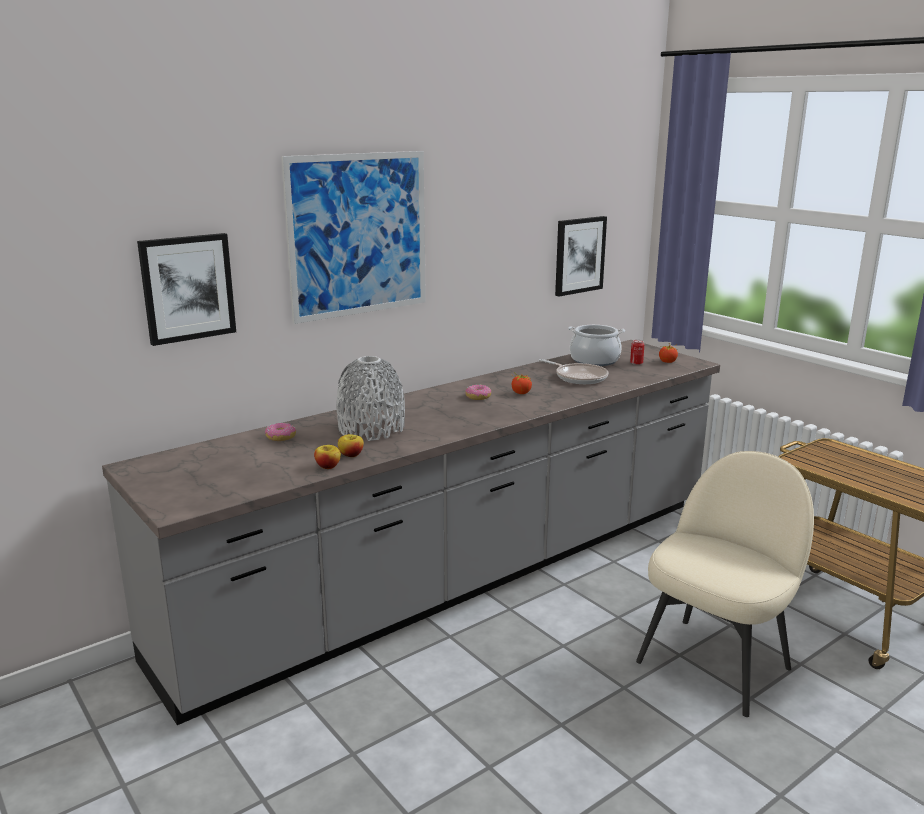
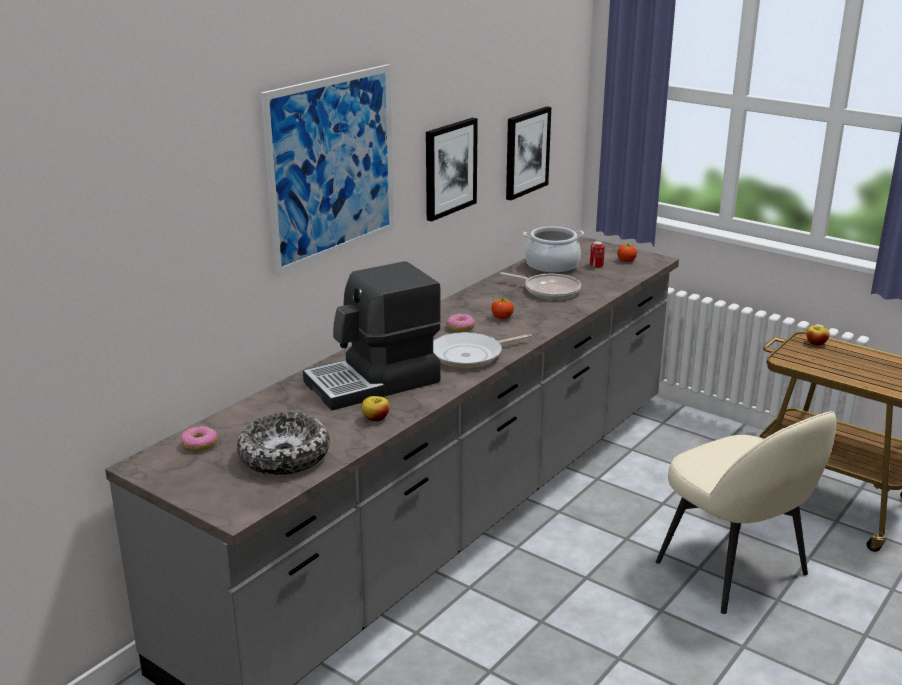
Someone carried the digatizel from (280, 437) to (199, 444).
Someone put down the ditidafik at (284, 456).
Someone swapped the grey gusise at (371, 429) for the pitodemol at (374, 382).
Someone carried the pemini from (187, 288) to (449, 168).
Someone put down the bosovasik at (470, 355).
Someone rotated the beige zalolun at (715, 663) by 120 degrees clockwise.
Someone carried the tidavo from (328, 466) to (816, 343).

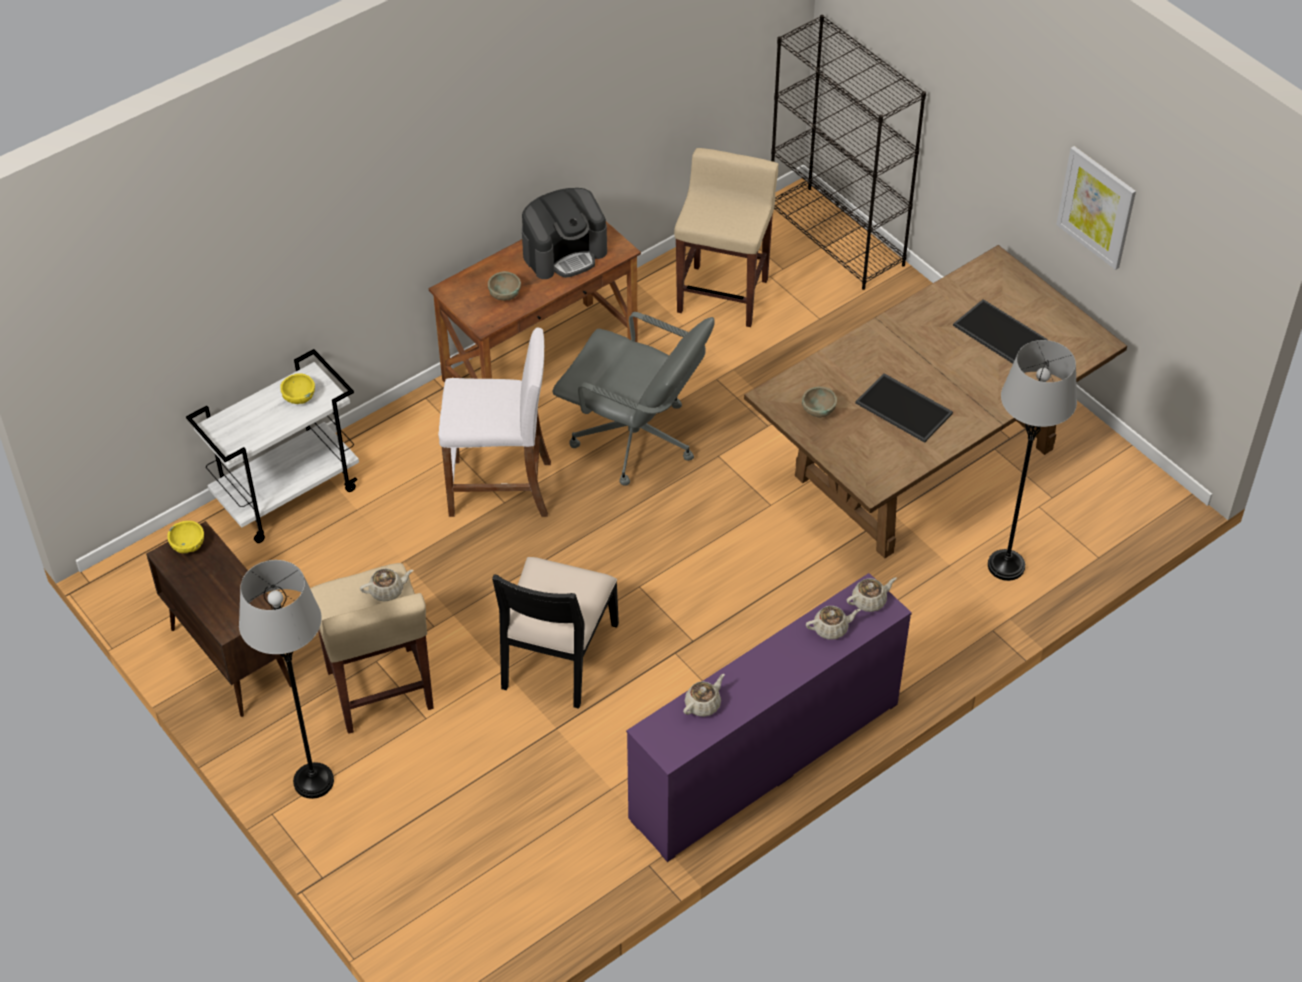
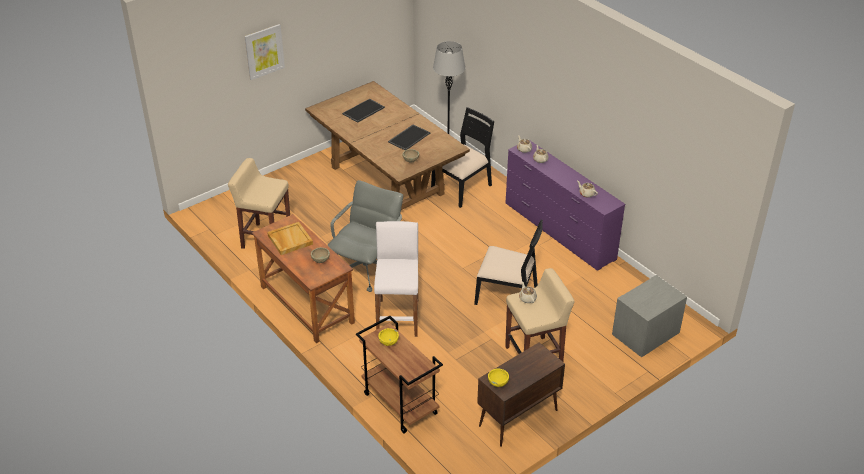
Someone carried the pemini from (1096, 207) to (264, 51).
Someone swapped the pitodemol at (564, 253) for the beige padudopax at (289, 240).
Someone repainted the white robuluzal at (288, 494), which became the brown robuluzal at (399, 404).
Someone put down the black zalolun at (462, 188).
Someone put down the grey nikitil at (645, 333).
Someone took away the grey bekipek at (314, 781).
Someone took away the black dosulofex at (837, 238).

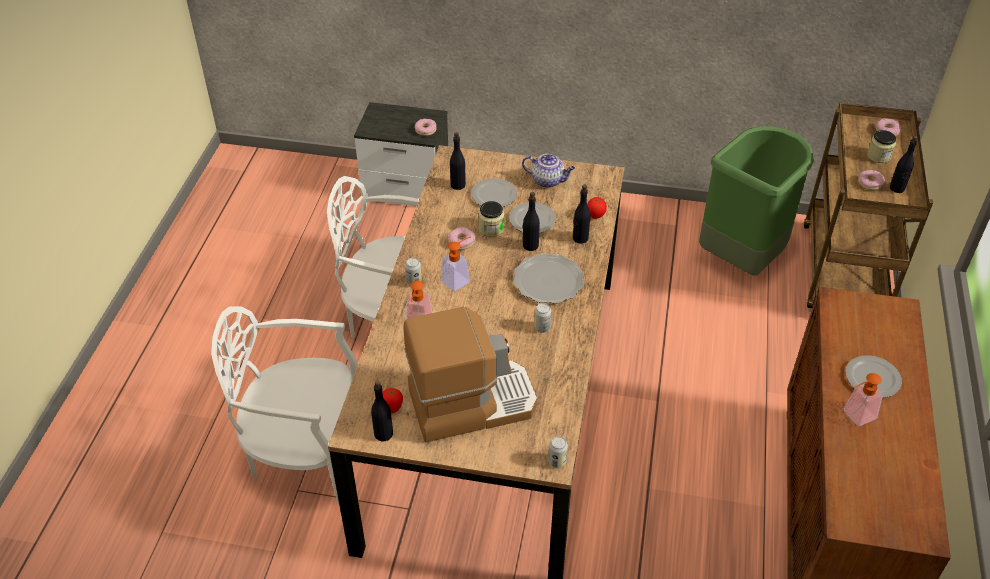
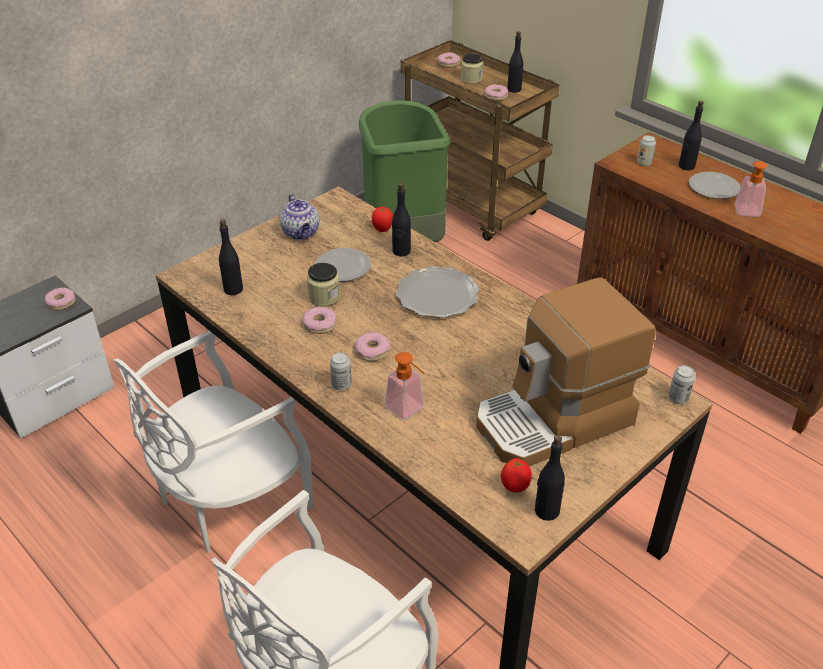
Someone rotated the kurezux at (548, 181) by 105 degrees clockwise.
Someone swapped the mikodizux at (459, 279) for the digatizel at (372, 351).
Someone rotated the pitodemol at (471, 402) by 135 degrees counterclockwise.
Someone carried the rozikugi from (542, 328) to (644, 163).
Someone carried the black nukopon from (530, 245) to (686, 166).
Someone took away the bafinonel at (494, 195).

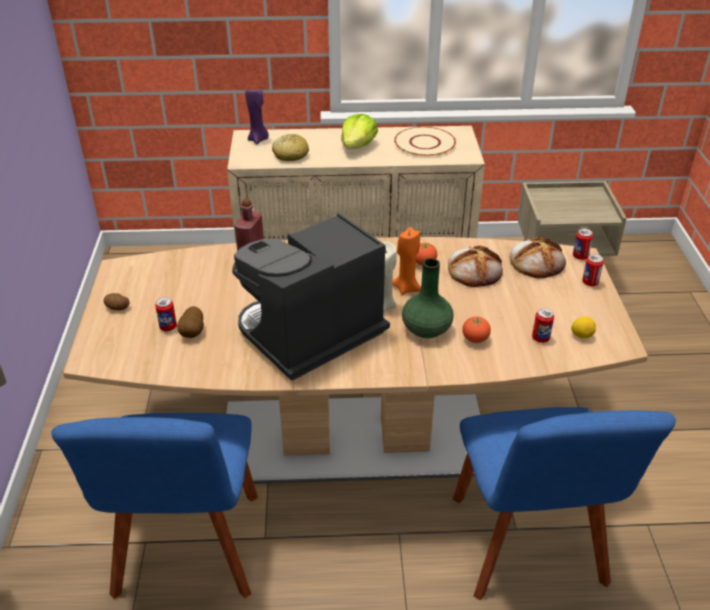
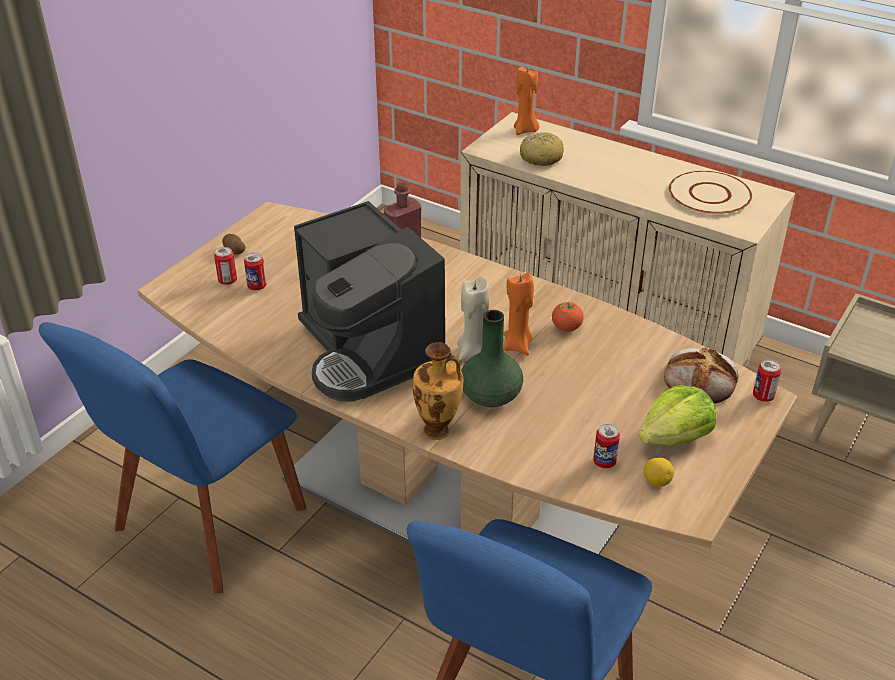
Someone carried the rozikugi from (590, 282) to (227, 281).
Someone rotated the pitodemol at (310, 336) by 120 degrees counterclockwise.
Someone put down the gusise at (438, 431).
Someone repainted the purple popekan at (258, 140), which became the orange popekan at (525, 130).
Someone carried the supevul from (358, 146) to (675, 436).
Someone took away the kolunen at (193, 333).
Someone took away the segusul at (475, 270).
Someone took away the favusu at (475, 339).

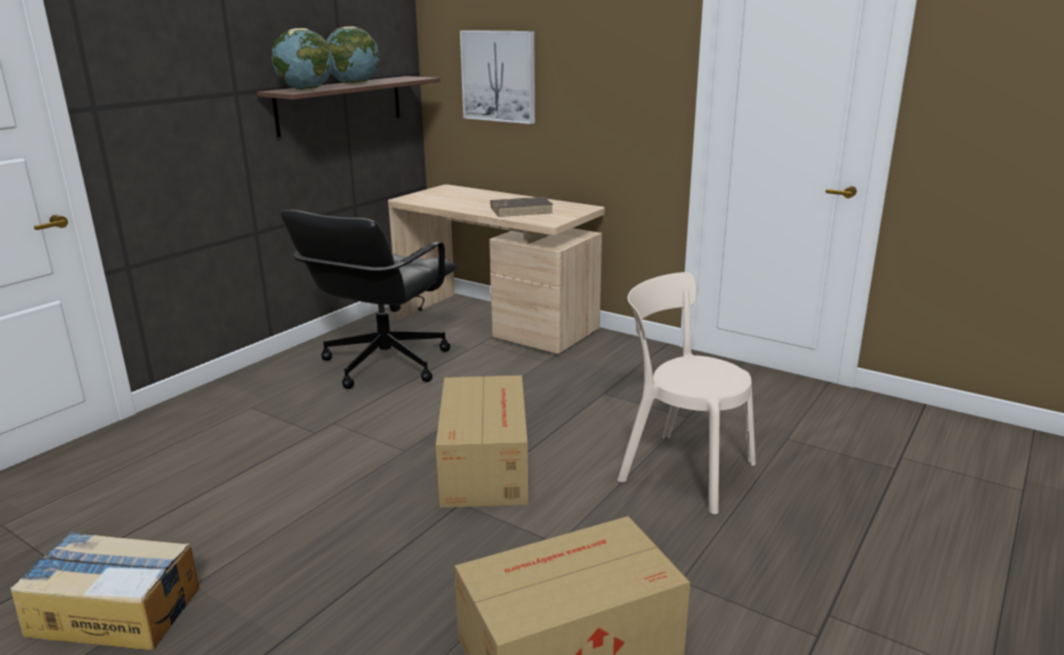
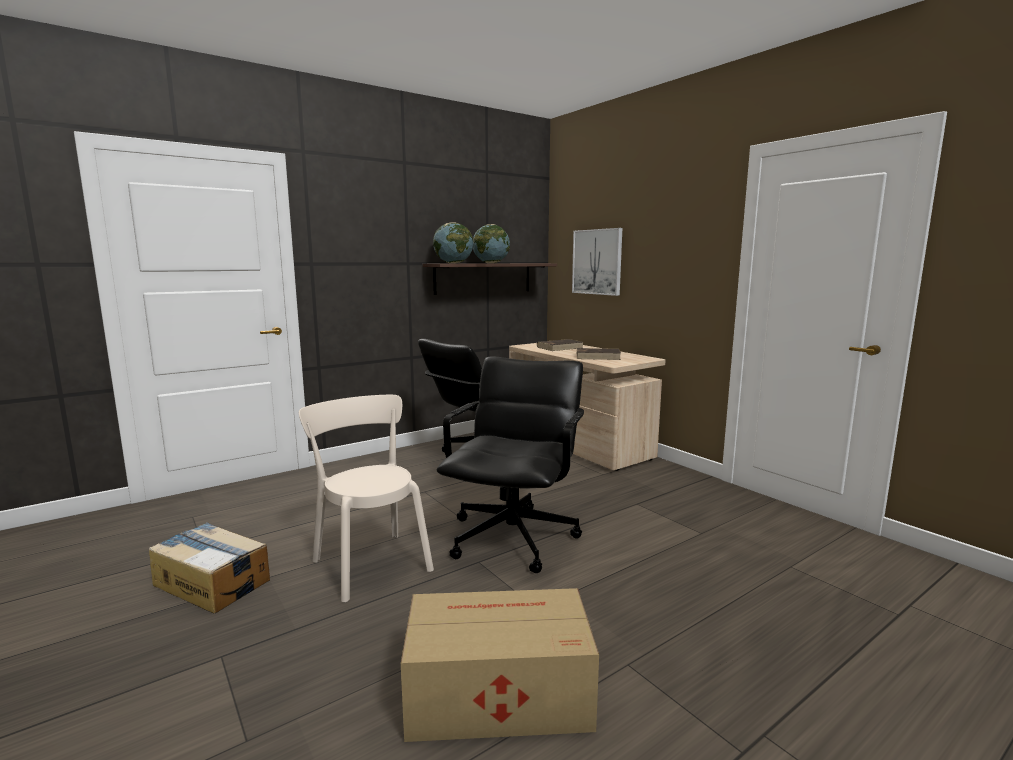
Someone carried the beige zalolun from (680, 469) to (370, 562).
Someone swapped the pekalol at (485, 463) for the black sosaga at (514, 537).
Someone put down the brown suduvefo at (560, 347).

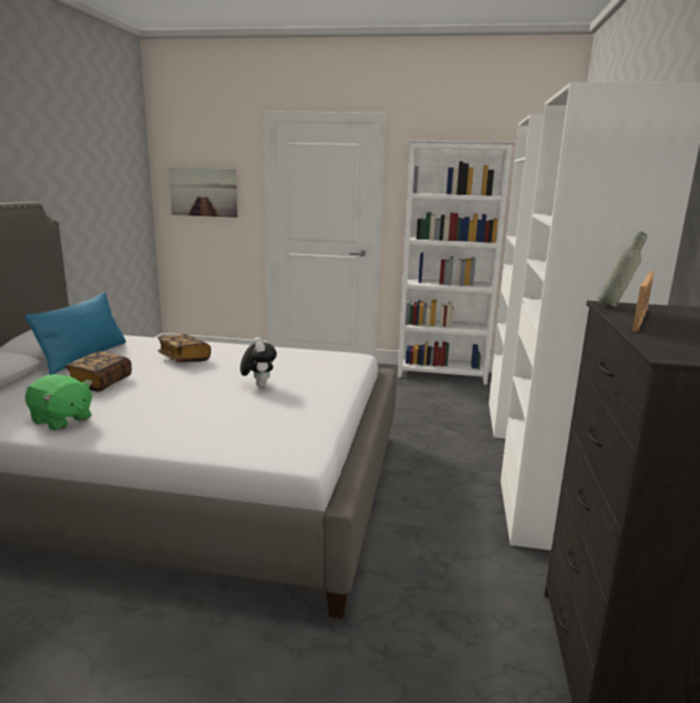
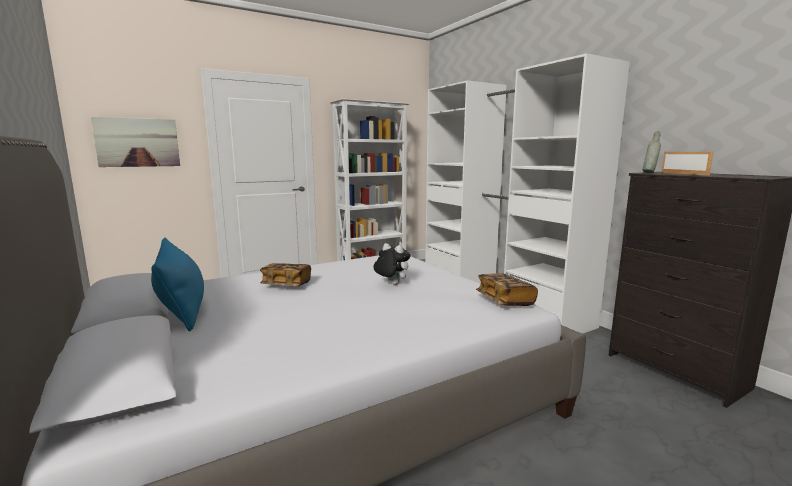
Someone carried the suduvefo from (100, 382) to (505, 301).
Someone took away the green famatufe at (61, 420).

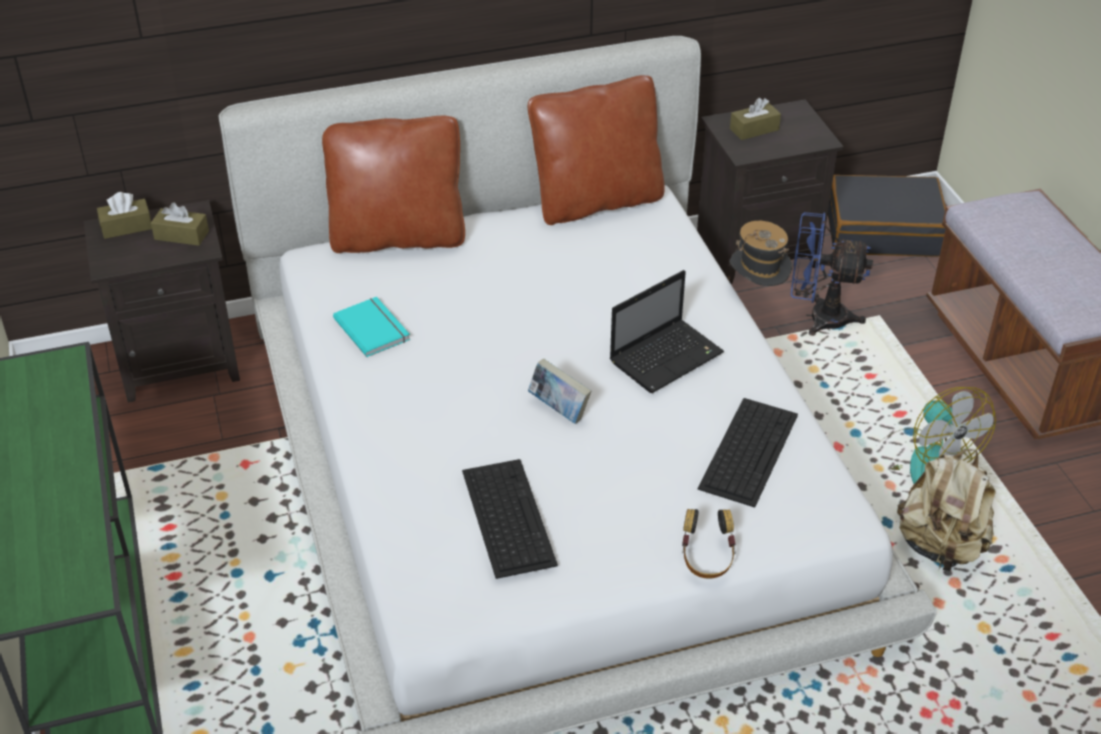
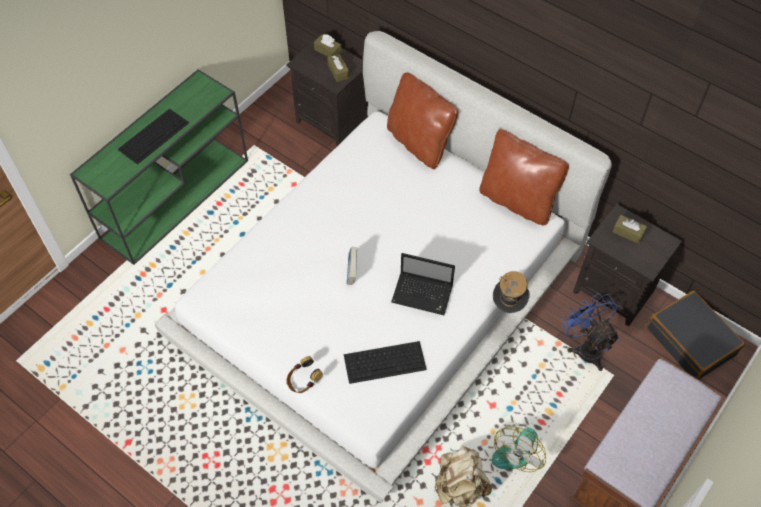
Someone carried the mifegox from (507, 516) to (154, 135).
Someone took away the turquoise suduvefo at (373, 328).

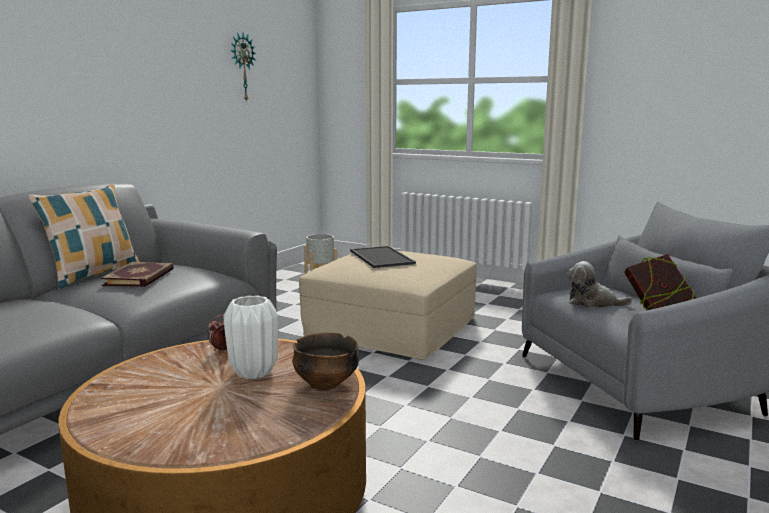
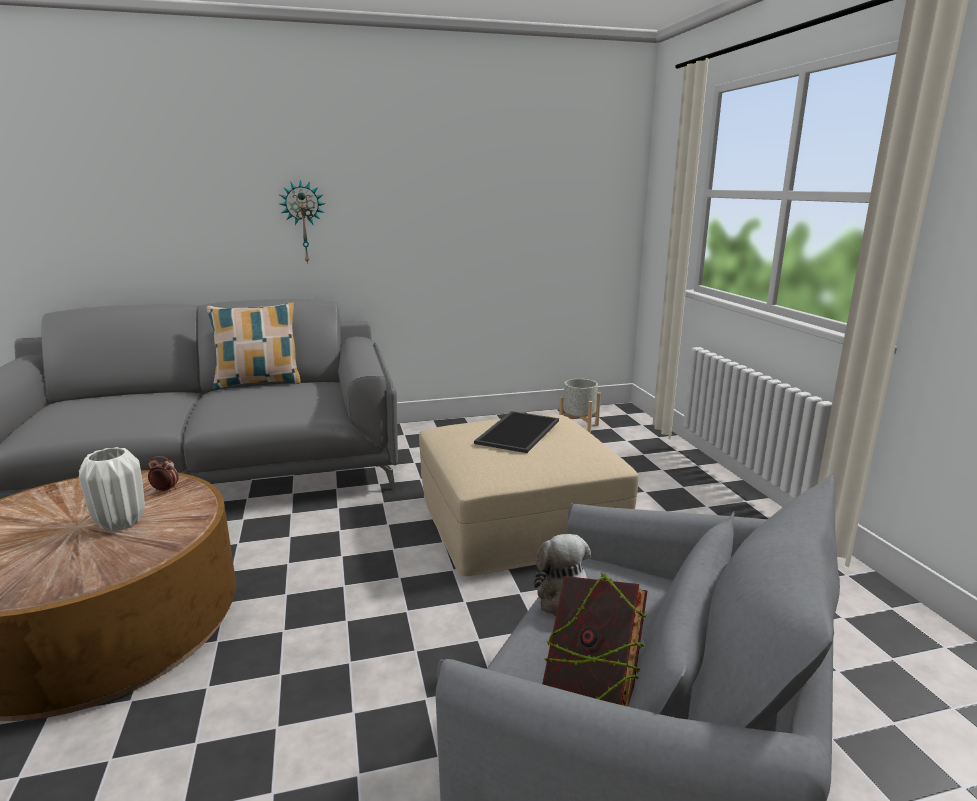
Someone carried the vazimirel from (242, 67) to (304, 222).
Someone took away the suduvefo at (140, 277).
Someone took away the ditidafik at (325, 384).

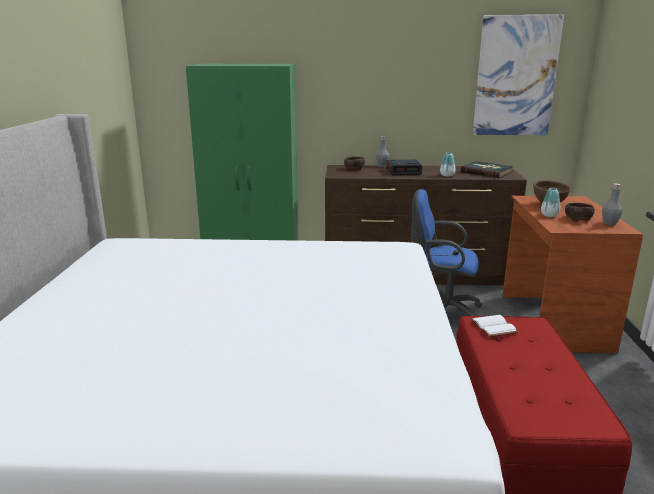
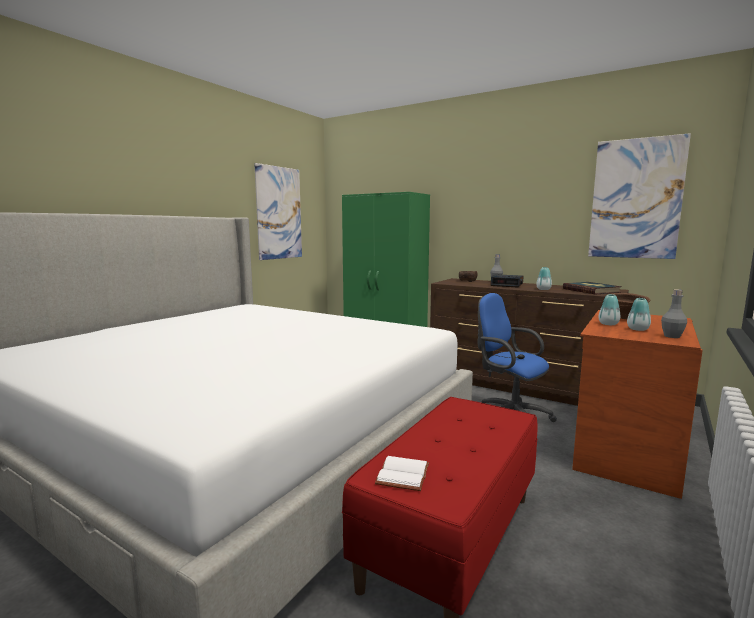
Someone put up the pemini at (279, 213).
Someone carried the white suduvefo from (495, 327) to (404, 475).
Someone swapped the brown ditidafik at (577, 218) for the gusise at (637, 329).

